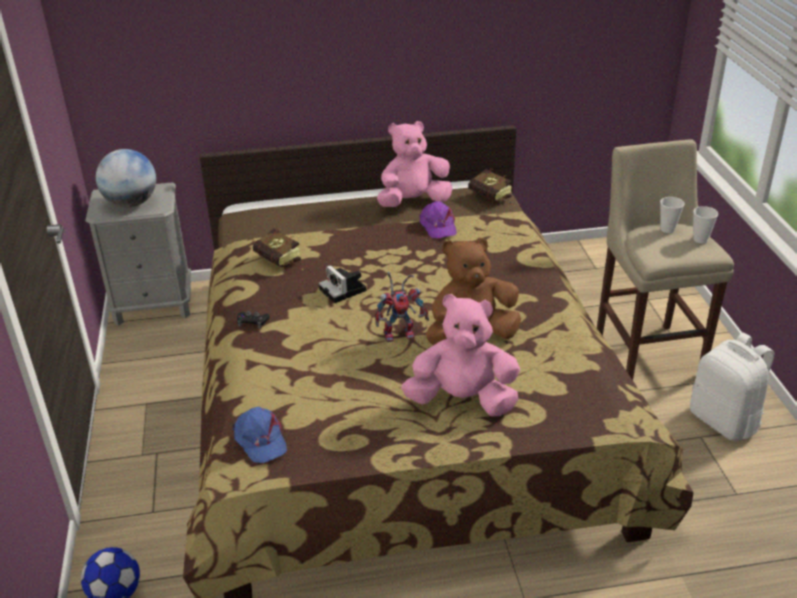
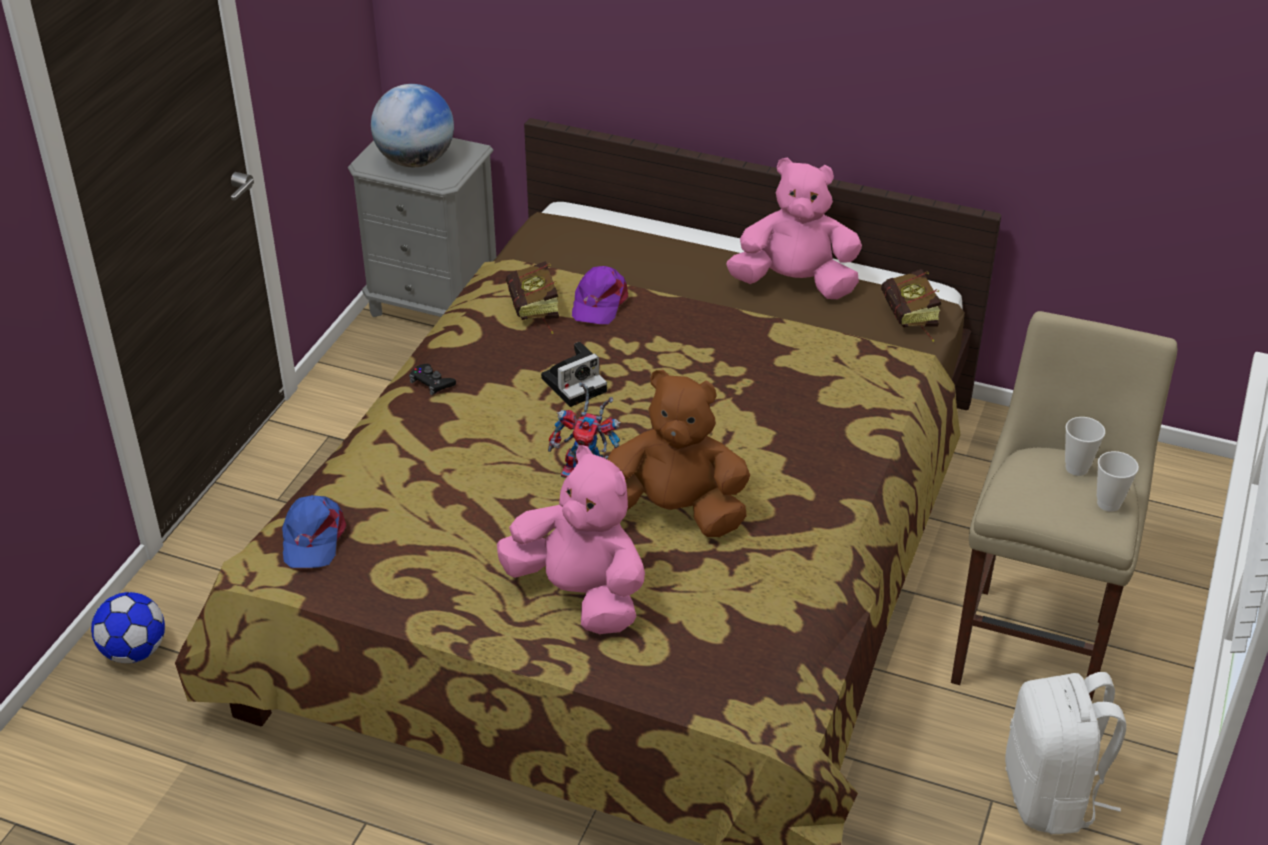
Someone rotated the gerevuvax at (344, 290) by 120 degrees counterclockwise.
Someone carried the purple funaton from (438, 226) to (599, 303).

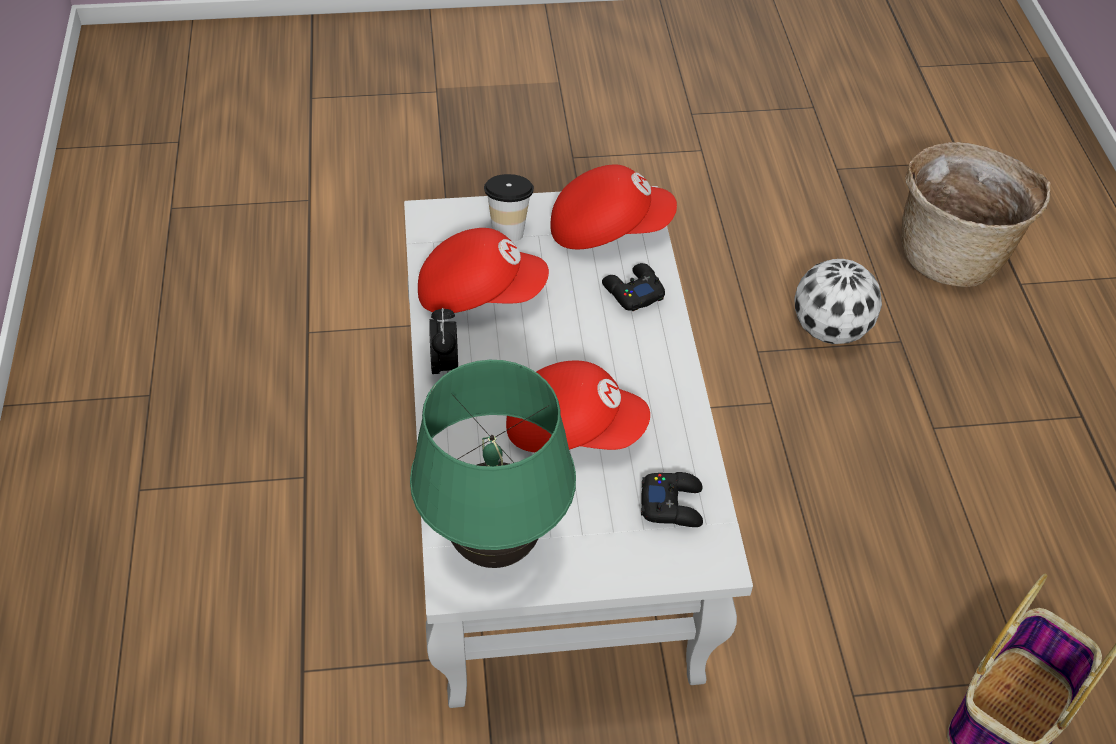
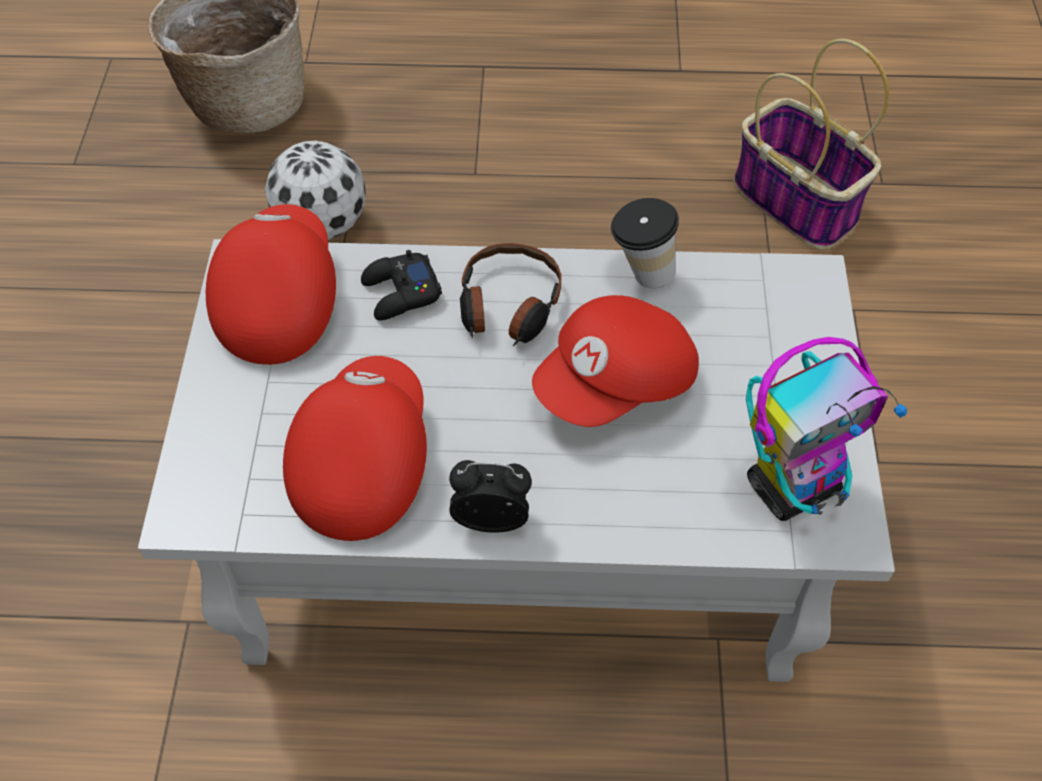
Someone put down the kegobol at (508, 306).
Someone rotated the red funaton at (573, 428) by 150 degrees counterclockwise.
Someone carried the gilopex from (509, 229) to (640, 274).
Someone swapped the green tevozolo at (495, 546) for the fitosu at (793, 485).
Someone took away the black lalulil at (672, 504).

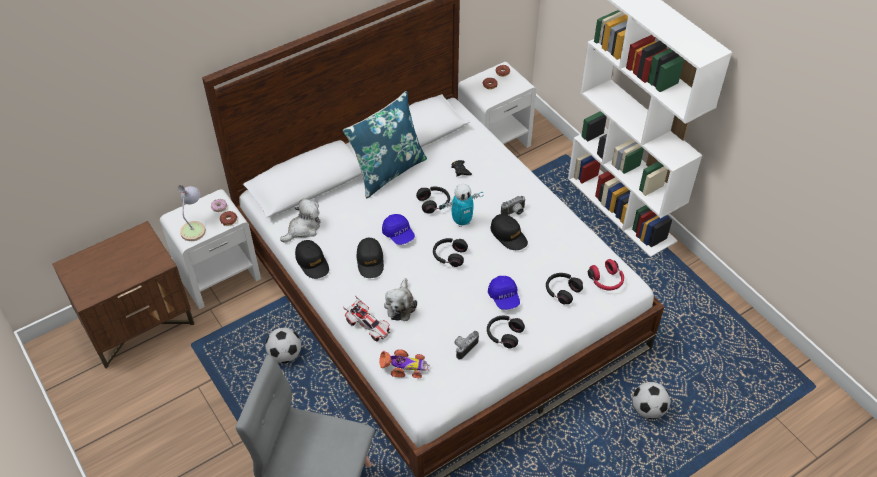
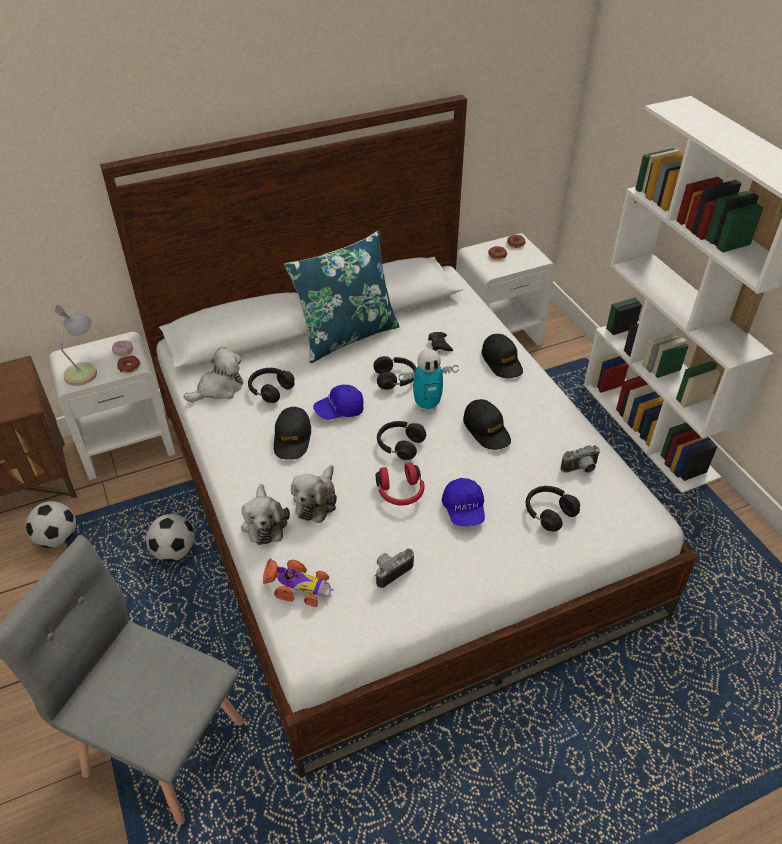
Someone carried the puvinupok from (648, 409) to (57, 538).
Someone swapped the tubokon at (368, 326) for the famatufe at (264, 522).
Someone carried the black kegobol from (503, 335) to (270, 390).
Someone rotated the blue funaton at (398, 234) by 90 degrees clockwise.
Someone carried the red kegobol from (606, 281) to (400, 493).
Someone carried the black funaton from (312, 262) to (502, 362).
Someone carried the gerevuvax from (514, 212) to (580, 469).

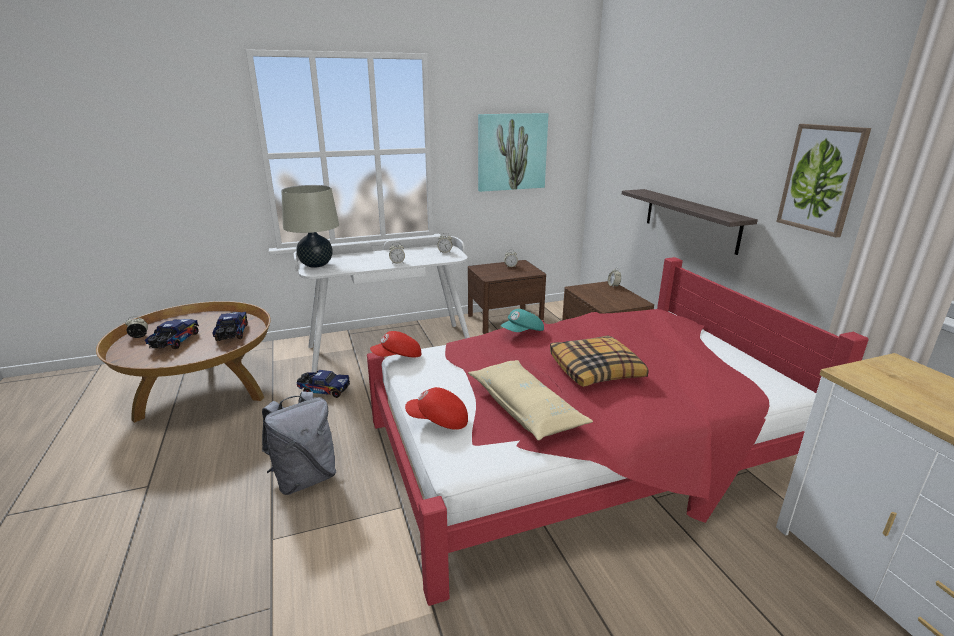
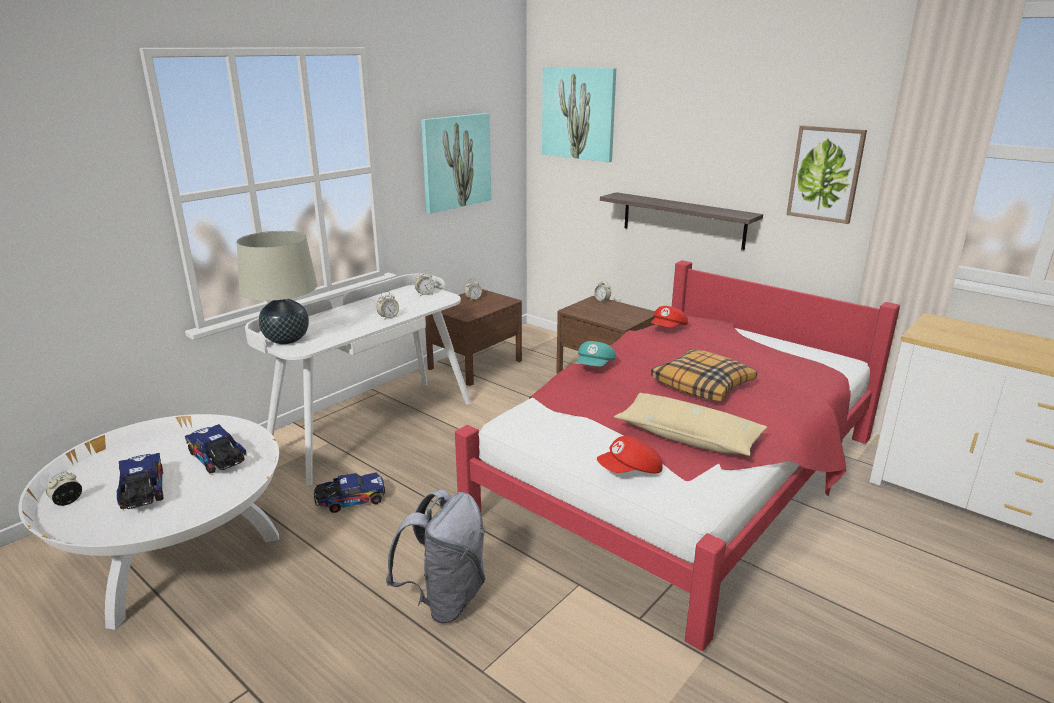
Someone repainted the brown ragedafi at (203, 393), which became the white ragedafi at (178, 557).
Someone put up the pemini at (578, 113).
Someone carried the red funaton from (397, 357) to (668, 329).

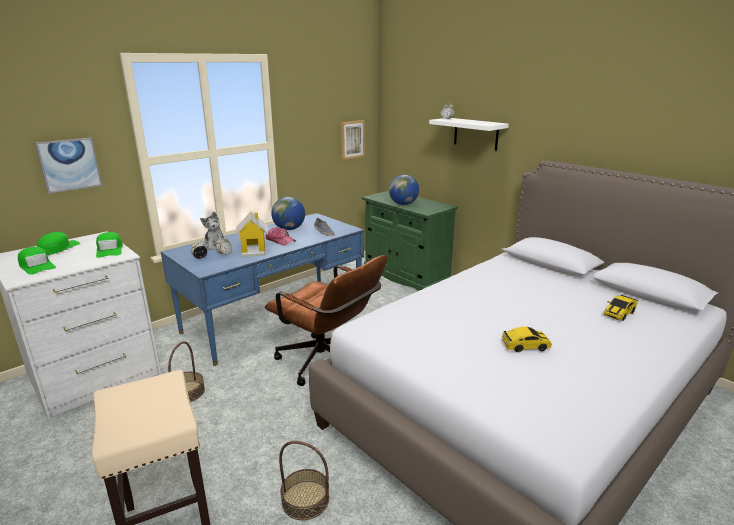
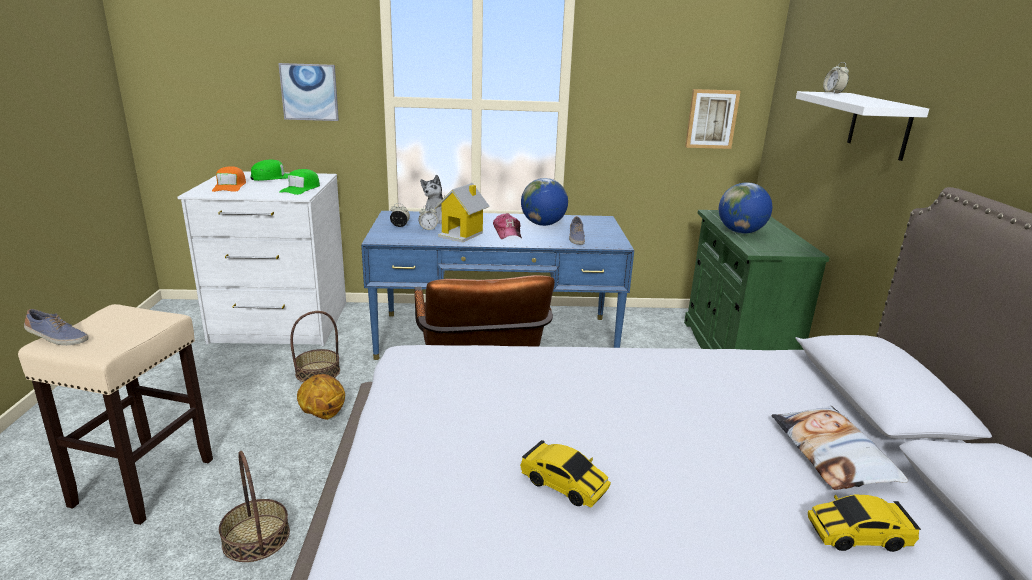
Someone put down the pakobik at (57, 339).
Someone repainted the green funaton at (37, 266), which became the orange funaton at (230, 186).
Someone put down the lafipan at (322, 415).
Someone put down the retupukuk at (832, 454).

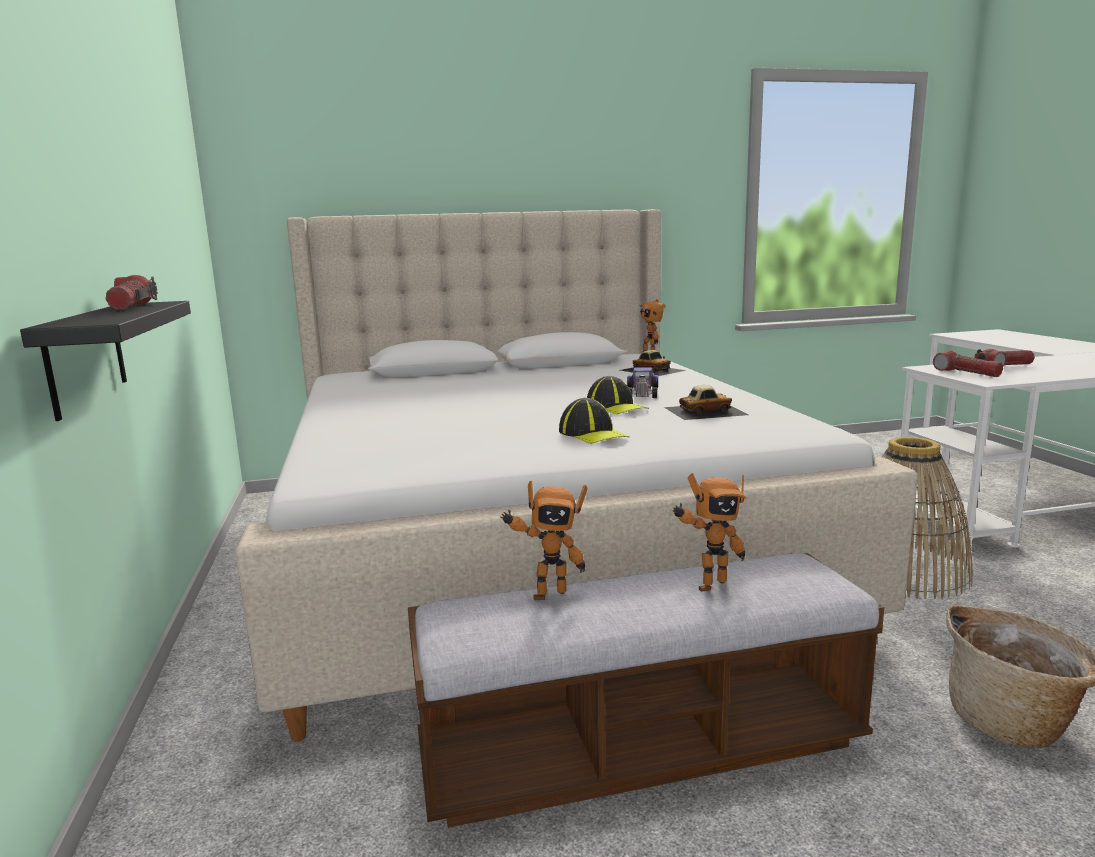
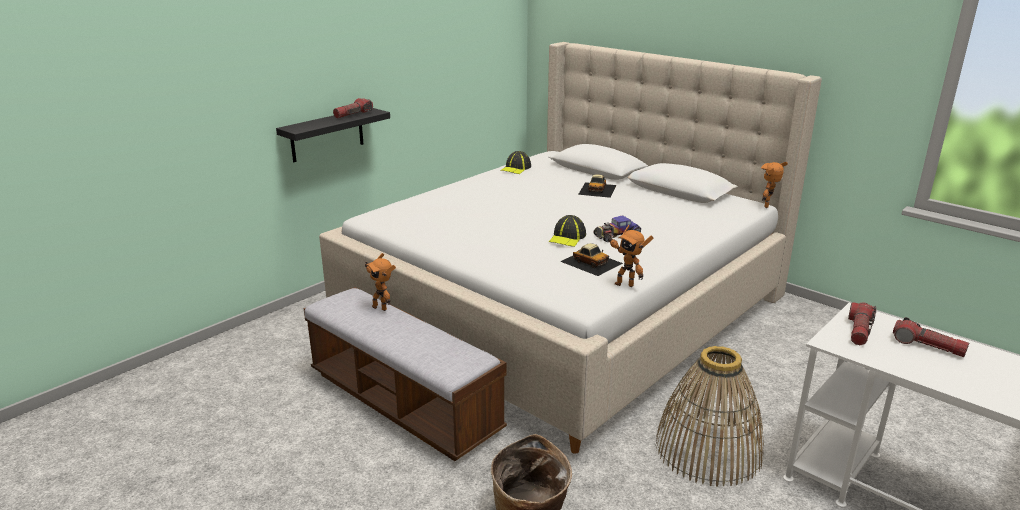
Someone carried the funaton from (593, 434) to (516, 168).
Someone carried the tubokon from (652, 370) to (597, 189).
Someone carried the fitosu from (708, 584) to (624, 284).

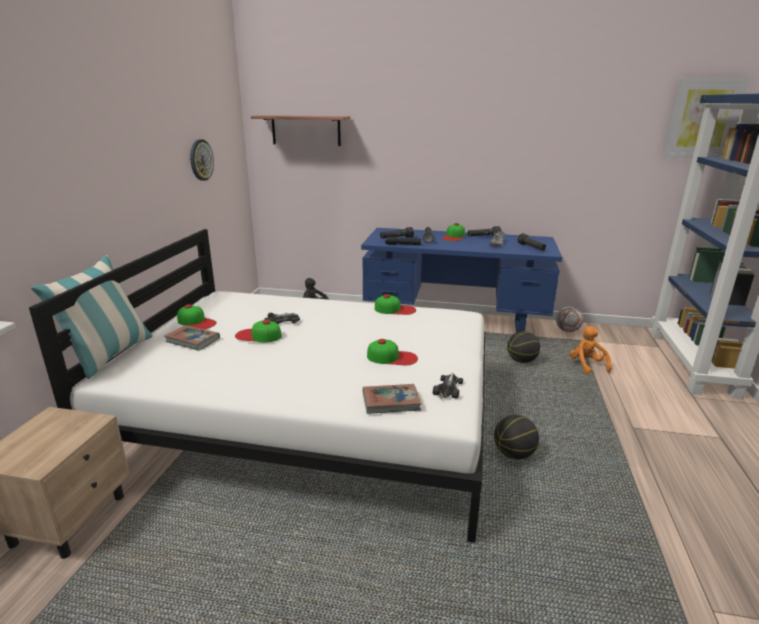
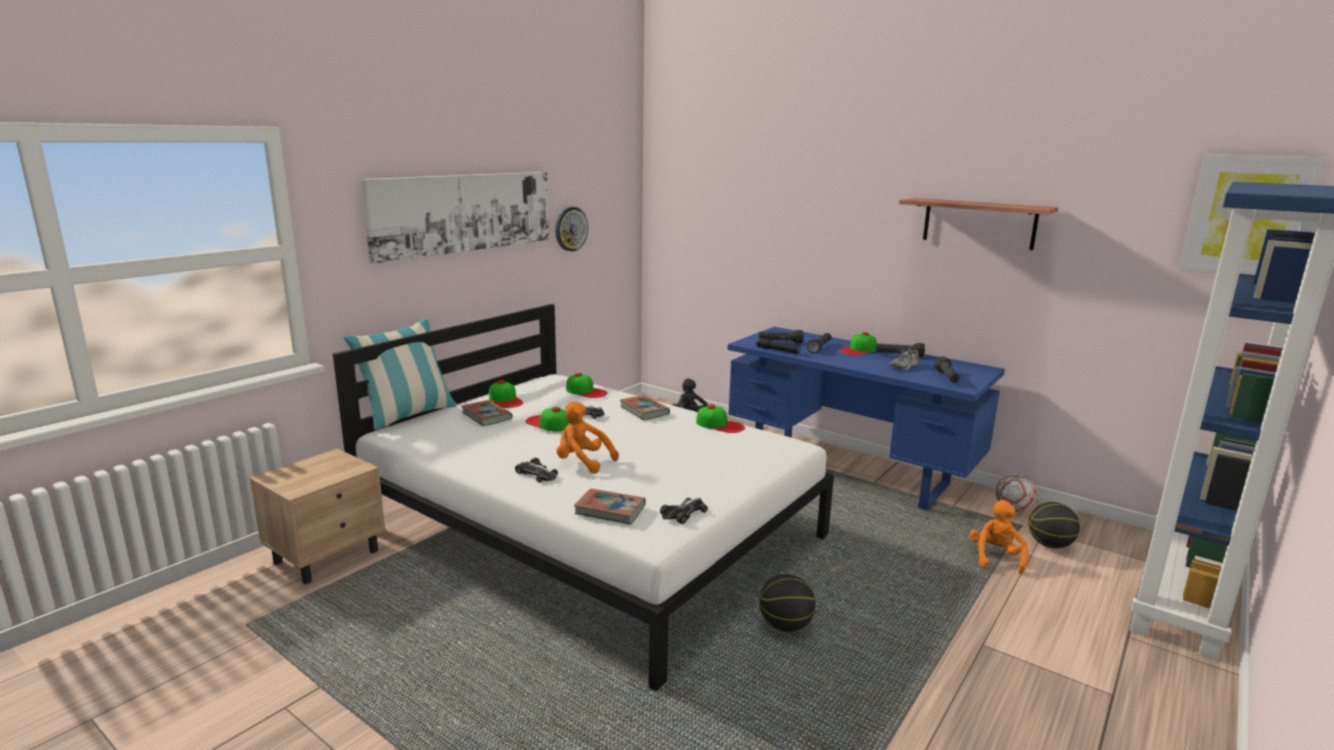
Someone put up the pemini at (464, 213).
Someone put down the tubokon at (536, 474).
Someone put down the orange famatufe at (582, 462).
Someone carried the funaton from (392, 357) to (586, 391).
Someone put down the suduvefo at (644, 410).
Someone carried the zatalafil from (306, 130) to (979, 223).
Someone carried the lafipan from (521, 361) to (1050, 545).

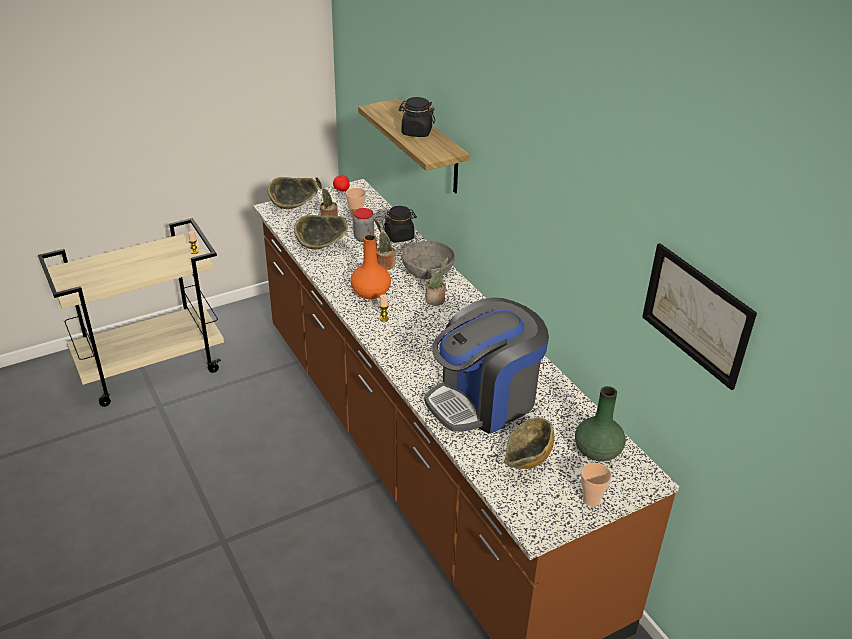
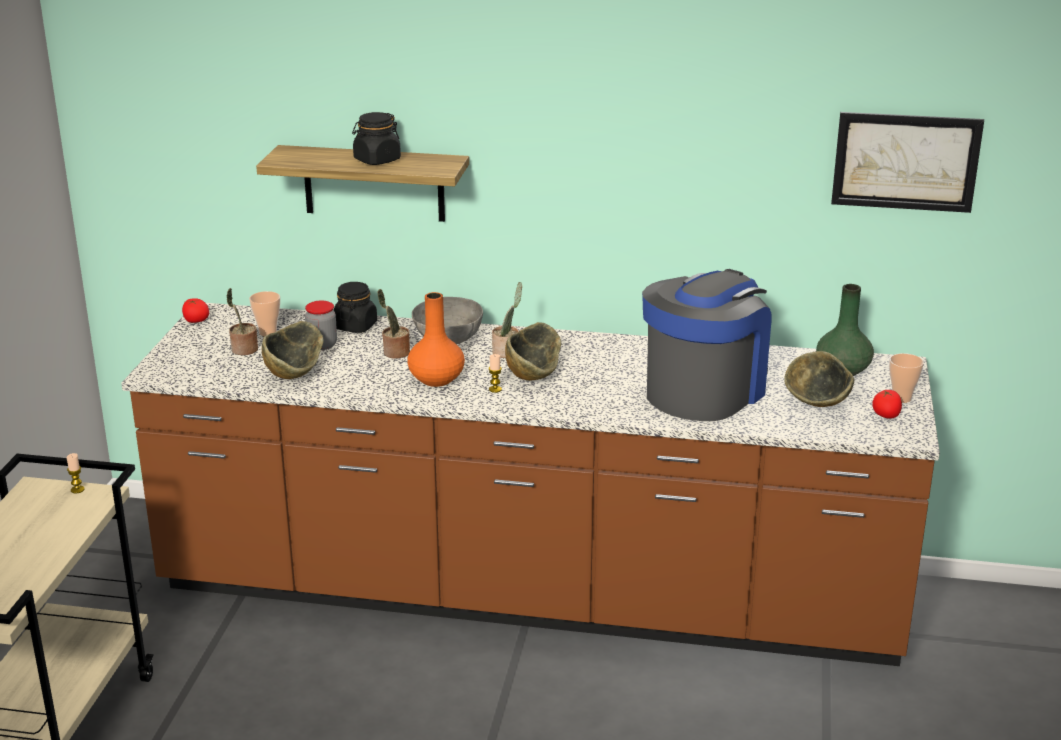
Someone carried the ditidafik from (293, 207) to (534, 375).
Someone rotated the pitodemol at (484, 400) by 150 degrees counterclockwise.
Someone put down the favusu at (886, 415).

